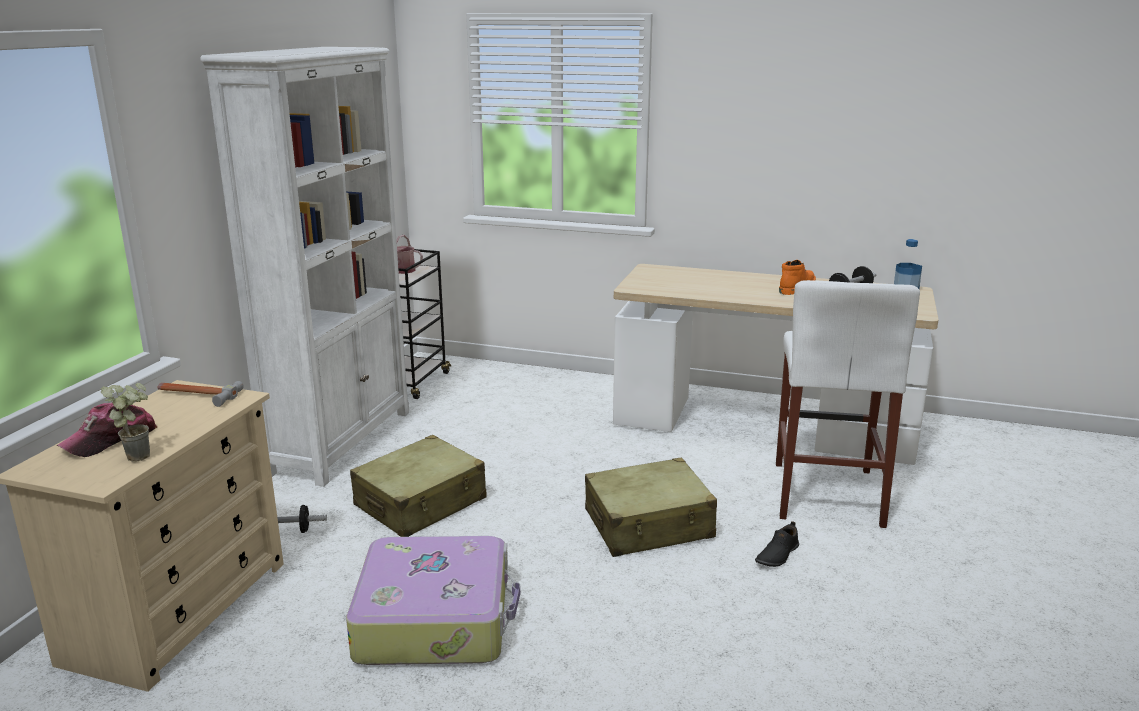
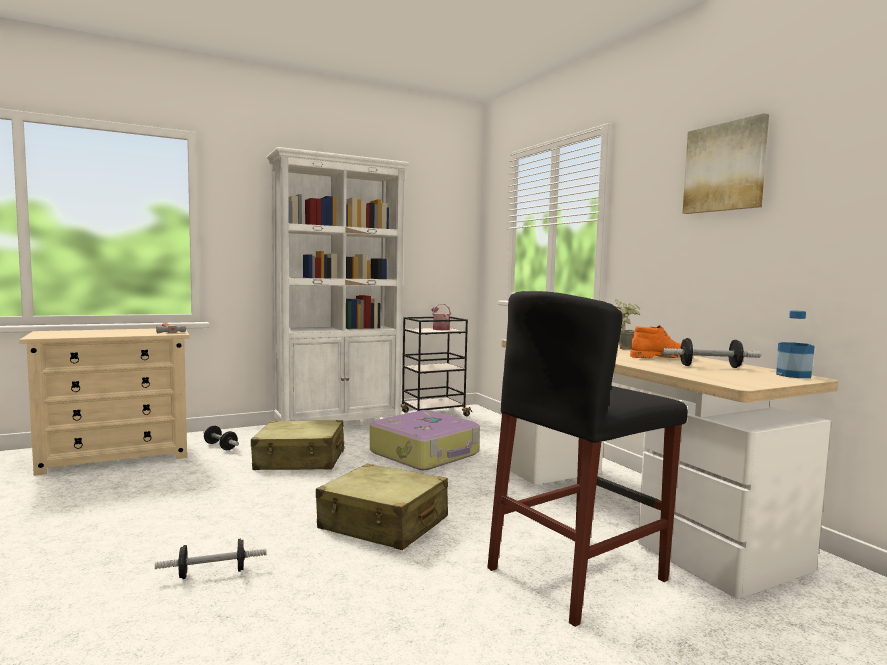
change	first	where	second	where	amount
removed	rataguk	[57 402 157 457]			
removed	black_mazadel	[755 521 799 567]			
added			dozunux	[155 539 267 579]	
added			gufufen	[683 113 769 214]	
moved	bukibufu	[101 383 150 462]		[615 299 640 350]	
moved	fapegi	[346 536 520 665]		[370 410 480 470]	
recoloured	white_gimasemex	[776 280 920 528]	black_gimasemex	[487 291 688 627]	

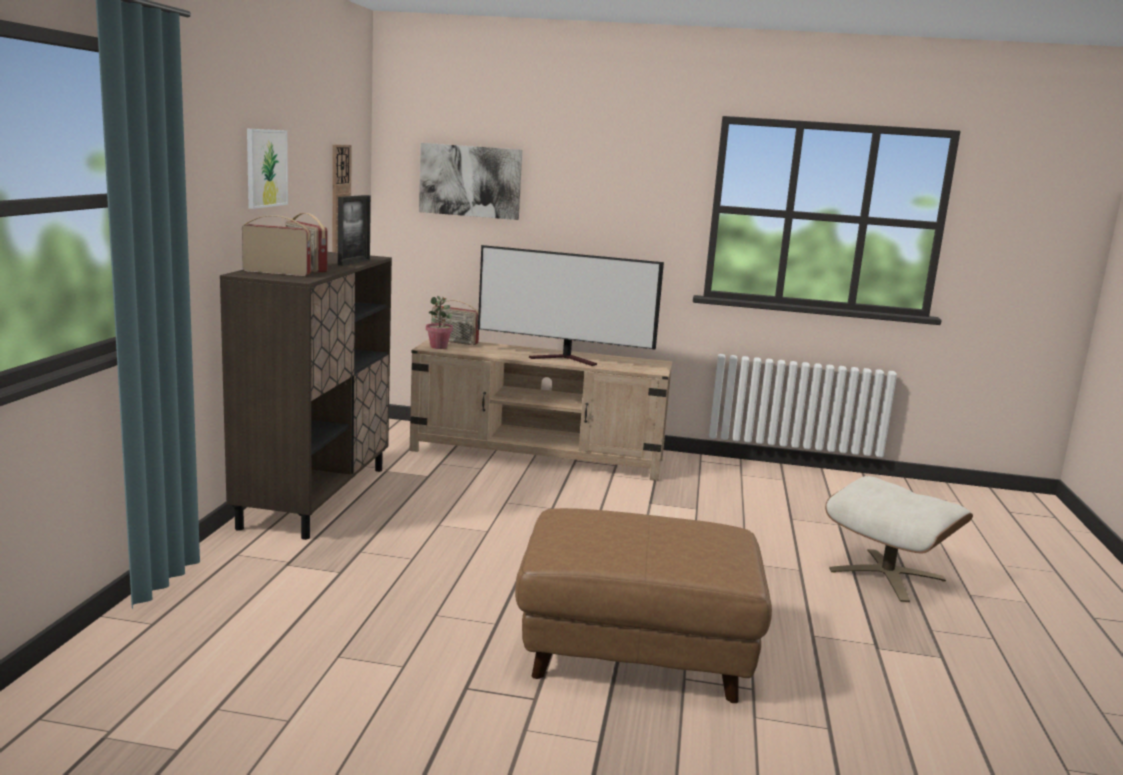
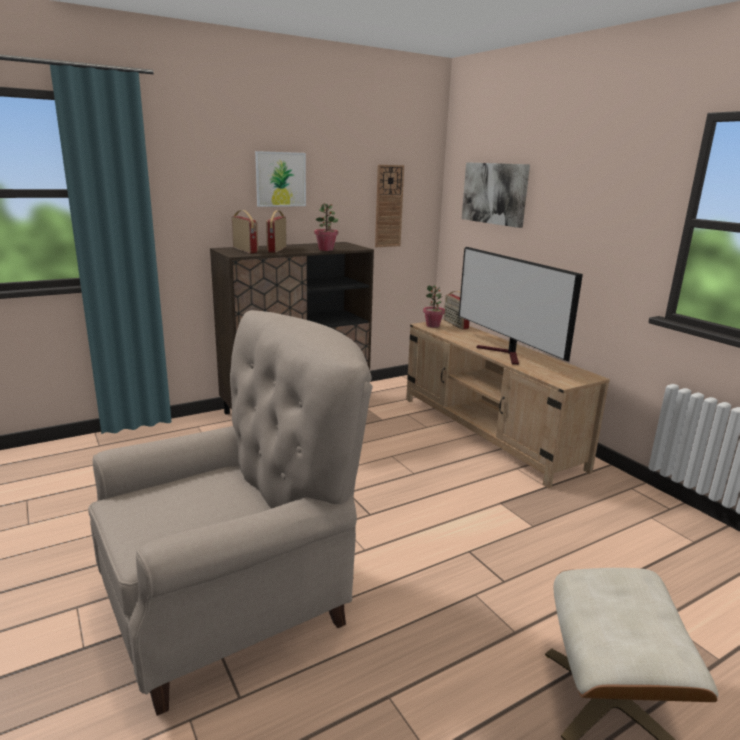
change	first	where	second	where	amount
replaced	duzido	[338 195 371 266]	bukibufu	[314 203 338 251]	
replaced	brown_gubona	[515 508 772 703]	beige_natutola	[88 310 373 716]	

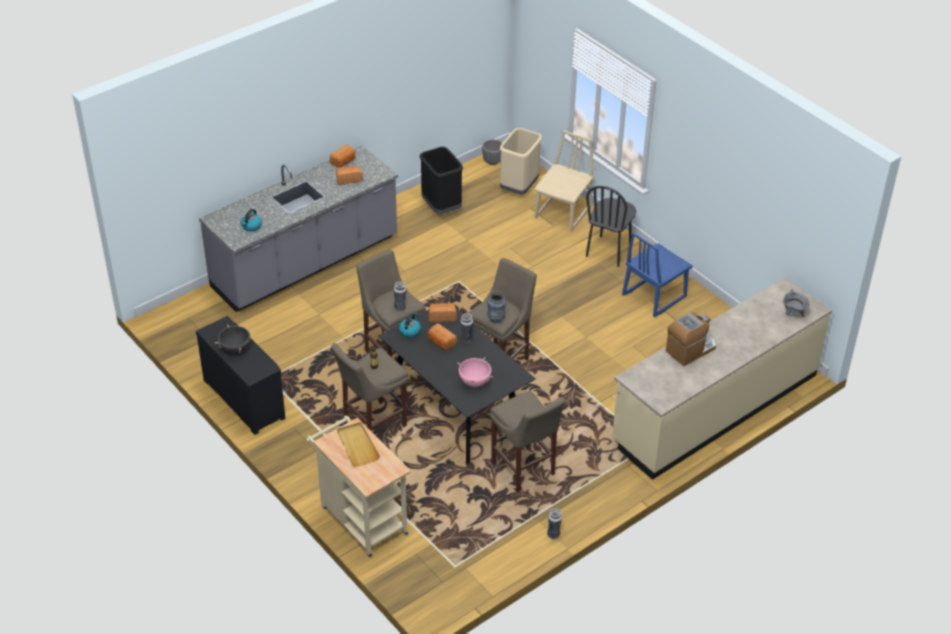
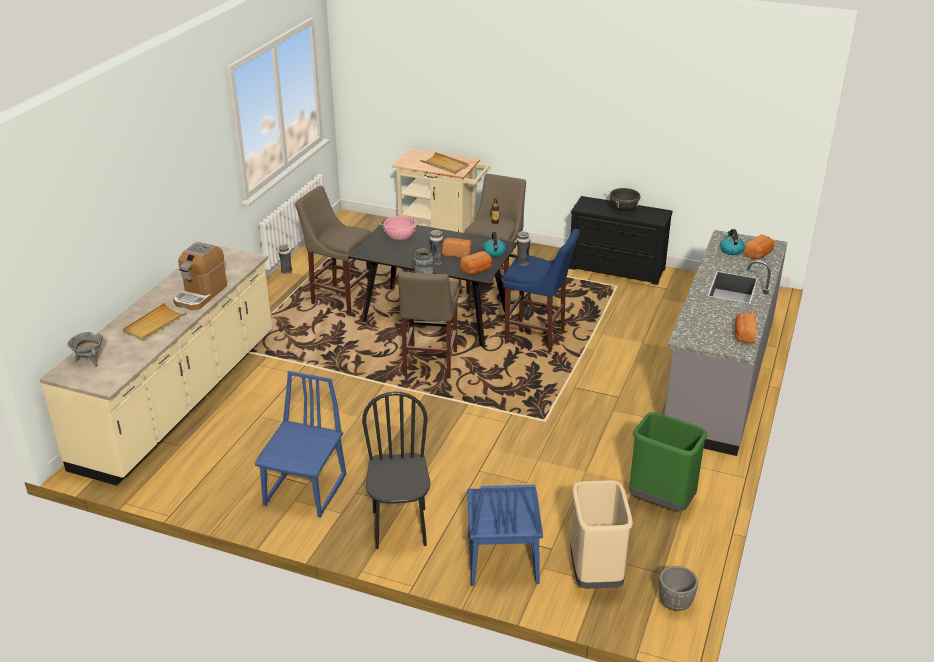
change	first	where	second	where	amount
added			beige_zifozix	[123 303 187 341]	
moved	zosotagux	[336 166 363 185]		[744 234 775 259]	
recoloured	beige_gimasemex	[356 250 426 357]	blue_gimasemex	[503 229 580 353]	
recoloured	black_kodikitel	[420 147 463 214]	green_kodikitel	[629 412 707 511]	
recoloured	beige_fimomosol	[534 130 594 231]	blue_fimomosol	[467 485 543 586]	

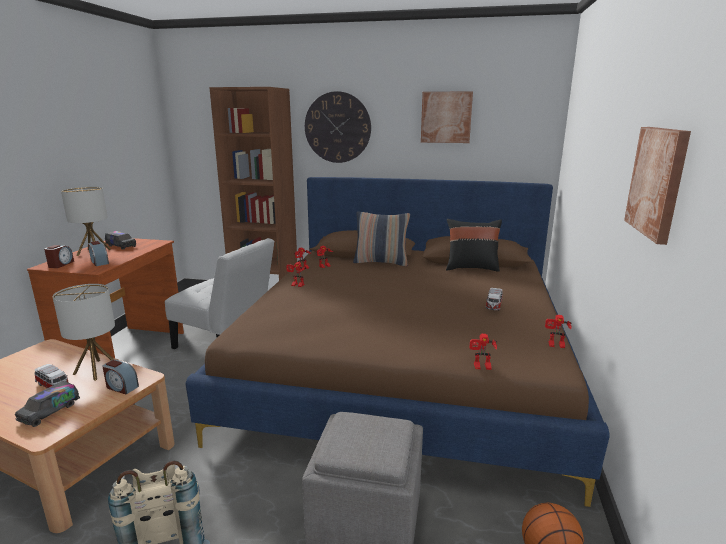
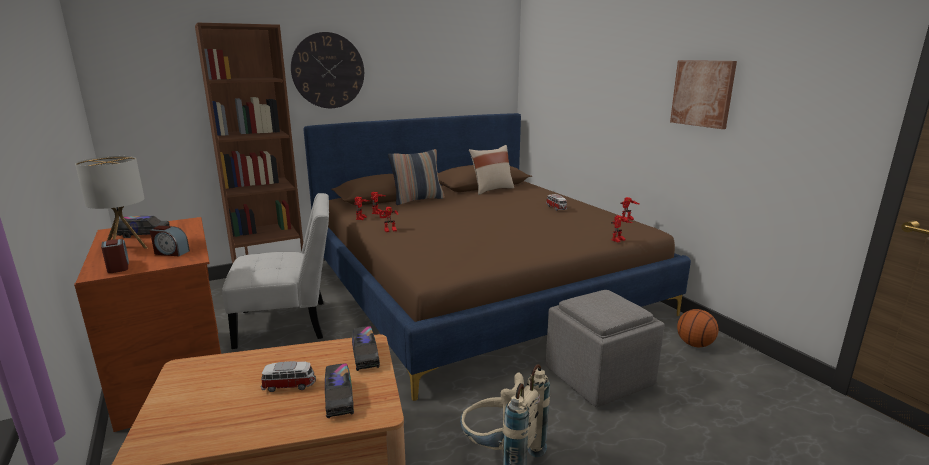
change	first	where	second	where	amount
removed	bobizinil	[53 284 115 381]			
removed	gufufen	[421 91 473 143]			
replaced	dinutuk	[102 359 139 394]	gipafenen	[352 326 380 371]	
recoloured	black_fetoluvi	[446 219 502 271]	beige_fetoluvi	[469 145 514 195]	

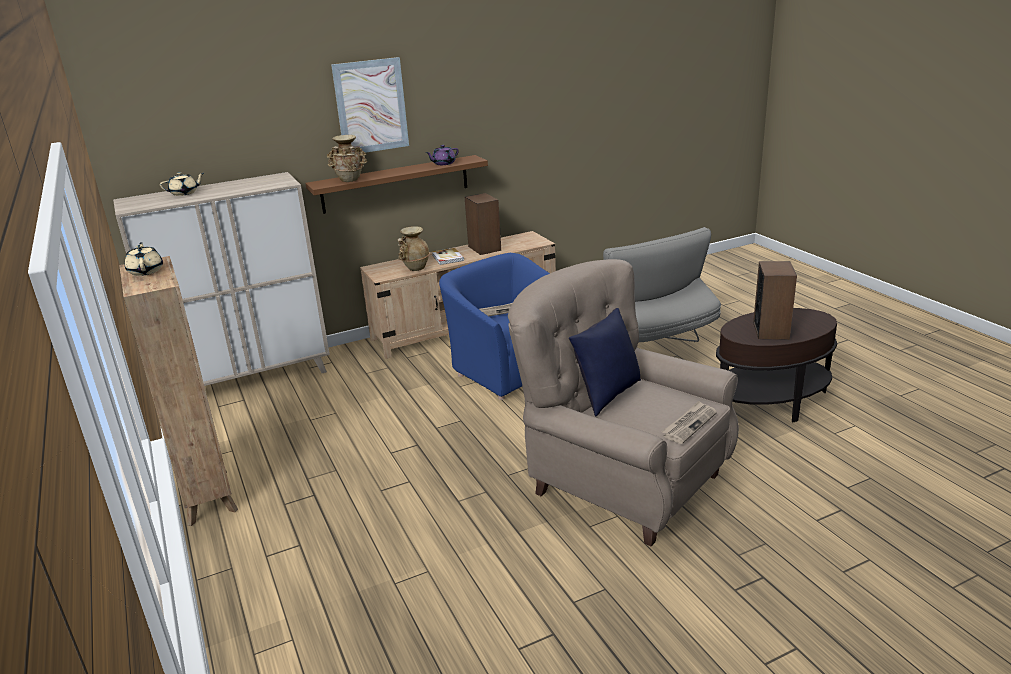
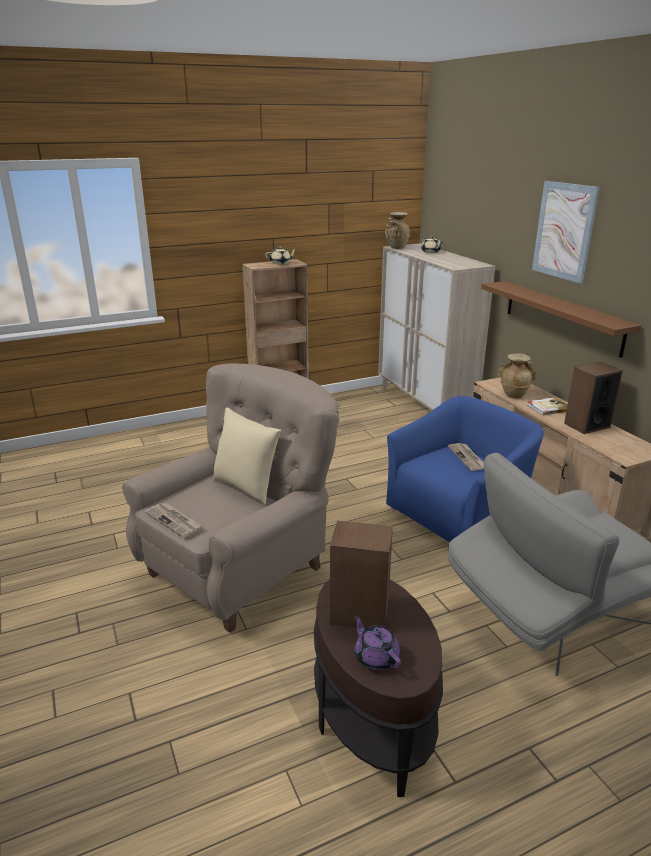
change	first	where	second	where	amount
moved	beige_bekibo	[327 135 367 182]		[385 212 410 249]	
moved	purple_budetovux	[426 145 459 165]		[354 615 401 670]	
recoloured	blue_fetoluvi	[569 308 641 417]	beige_fetoluvi	[213 408 281 505]	

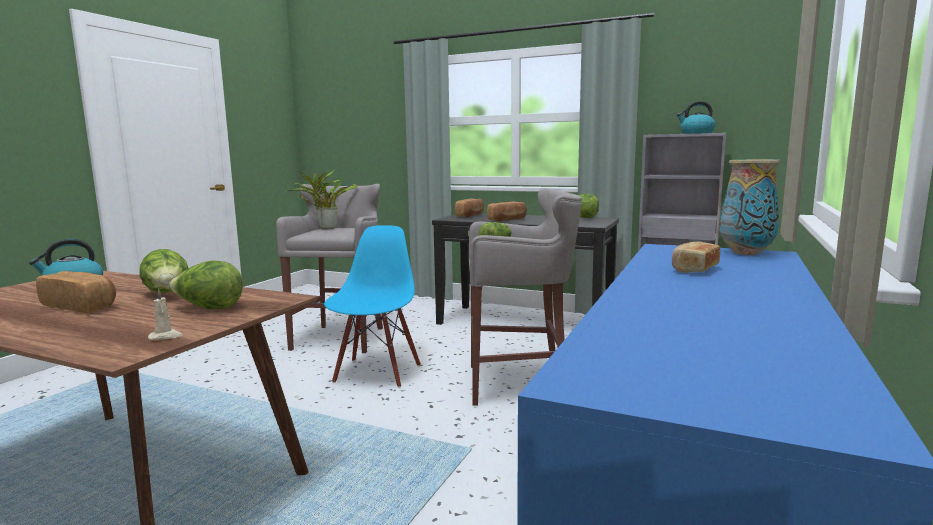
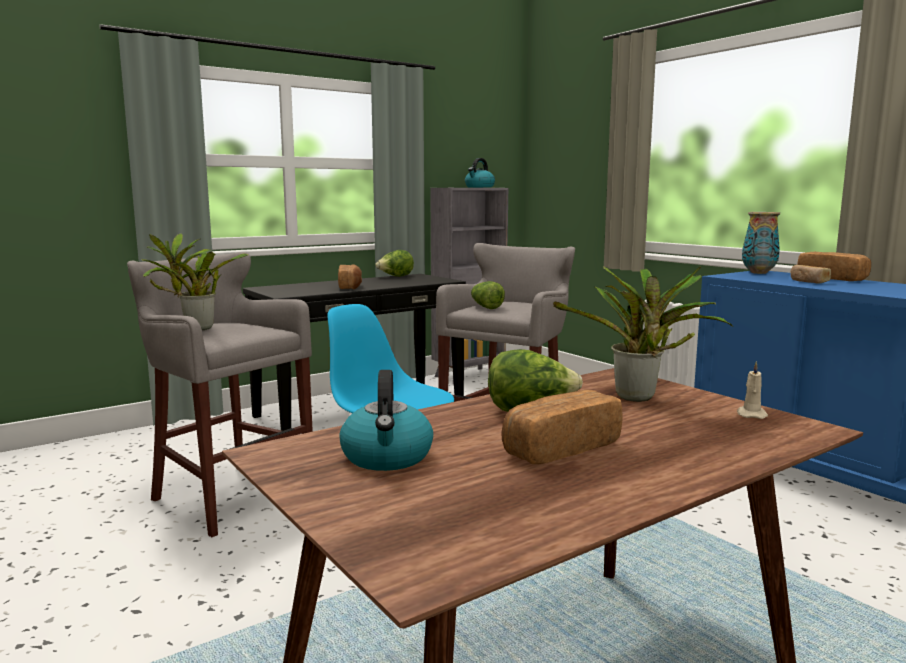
change	first	where	second	where	amount
moved	zosotagux	[455 199 484 217]		[797 252 871 281]	
replaced	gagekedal	[169 260 243 309]	bukibufu	[553 266 734 402]	

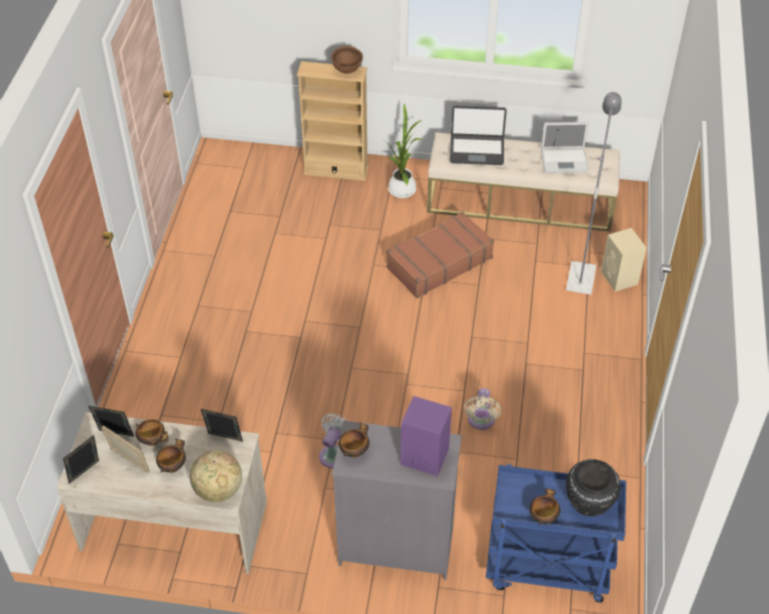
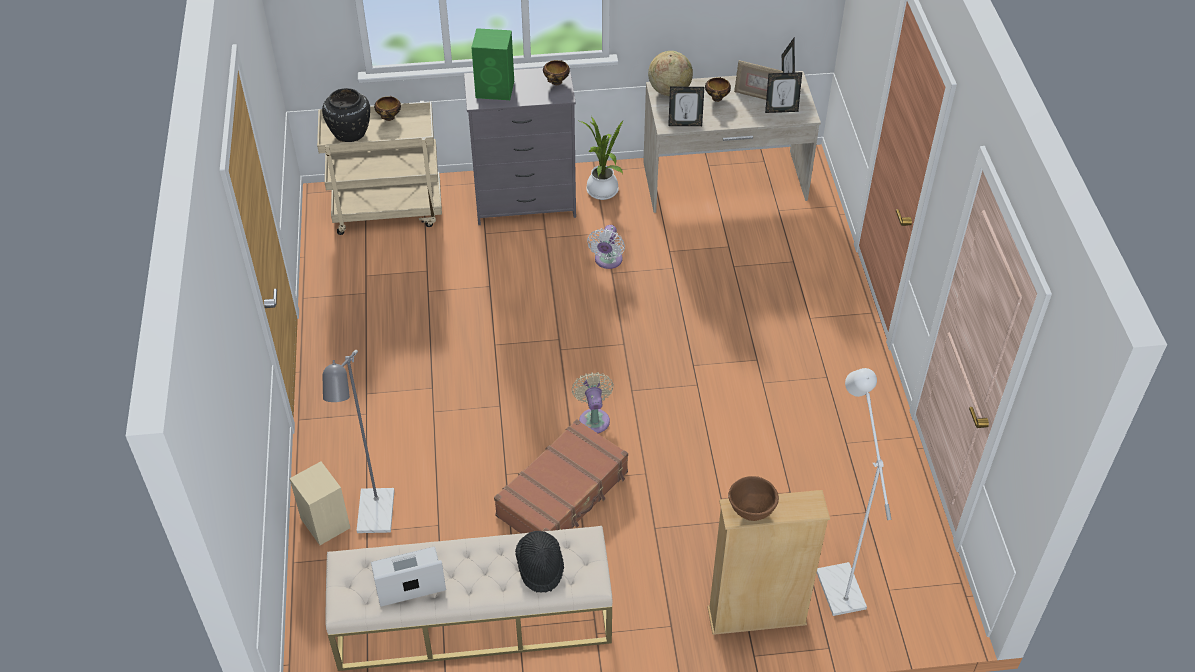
change	first	where	second	where	amount
removed	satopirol	[135 419 168 446]			
added			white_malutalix	[817 368 891 616]	
moved	bukibufu	[388 104 423 198]		[580 116 623 200]	
moved	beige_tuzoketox	[463 388 501 430]		[572 372 614 433]	
replaced	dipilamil	[450 106 507 165]	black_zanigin	[515 531 564 593]	
recoloured	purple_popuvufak	[400 396 452 476]	green_popuvufak	[471 28 514 100]	
recoloured	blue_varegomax	[486 464 626 603]	beige_varegomax	[317 101 442 235]	

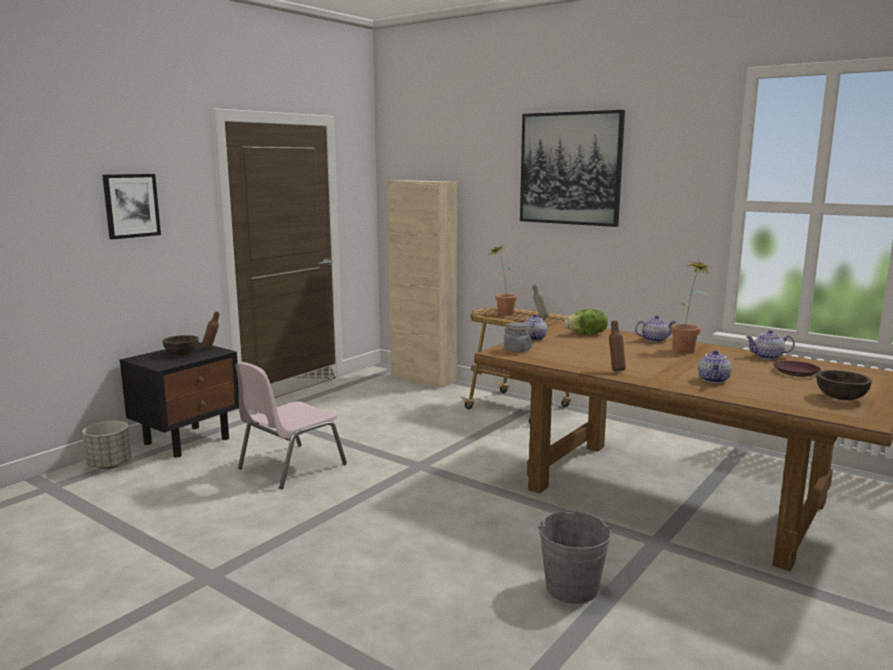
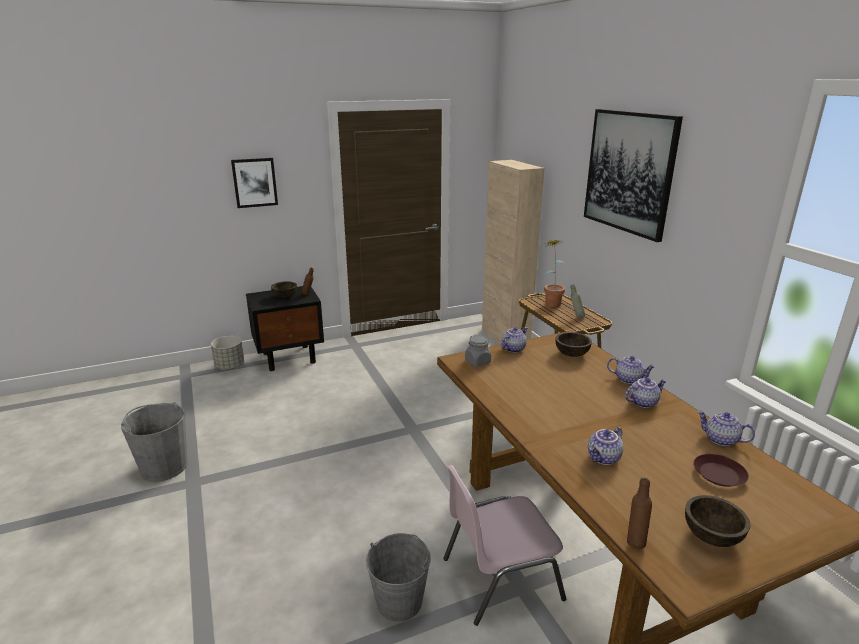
change	first	where	second	where	amount
added			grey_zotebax	[121 402 188 482]	
moved	pink_fimomosol	[235 362 347 489]		[443 465 566 626]	
moved	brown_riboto	[609 321 626 371]		[627 478 652 549]	
replaced	gagekedal	[564 309 608 334]	brown_satopirol	[555 332 592 357]	
replaced	bukibufu	[670 261 711 354]	budetovux	[625 378 666 408]	

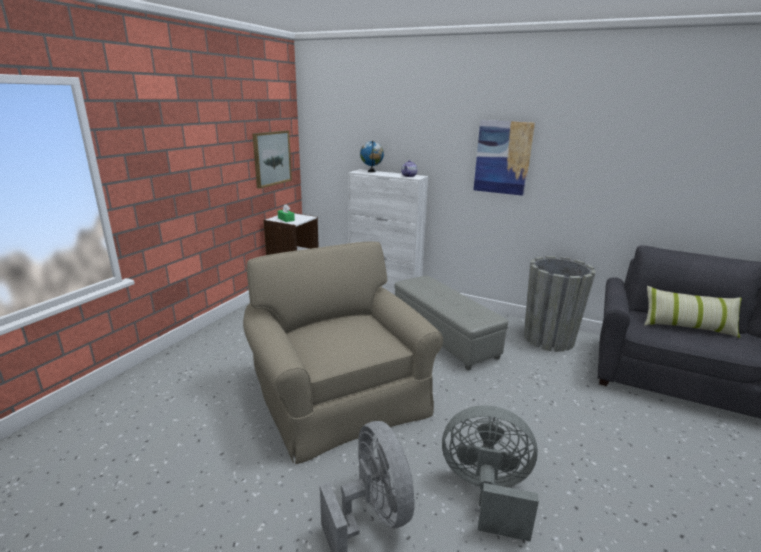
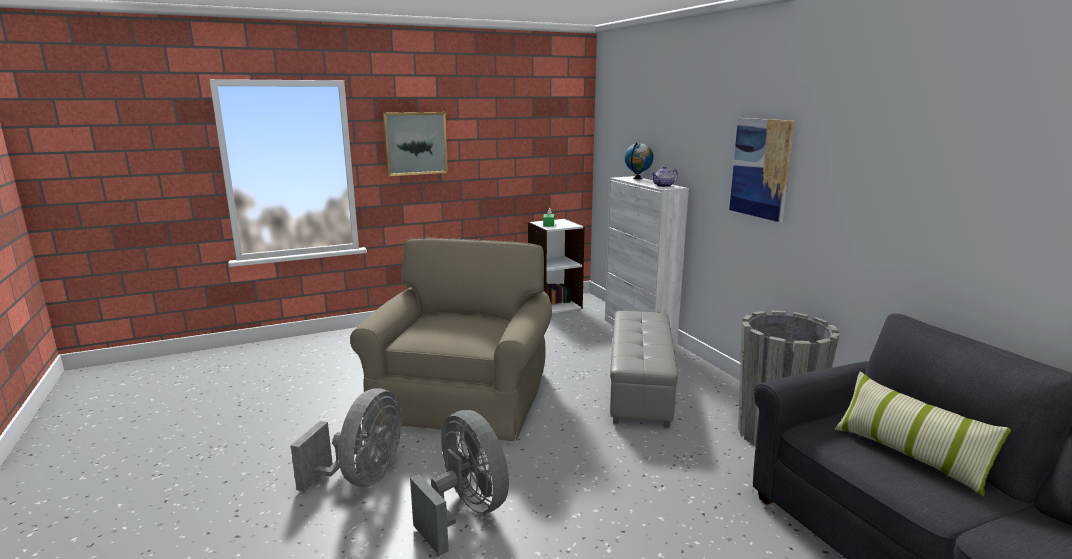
change	first	where	second	where	amount
moved	gufufen	[252 130 292 189]		[383 112 448 176]	

